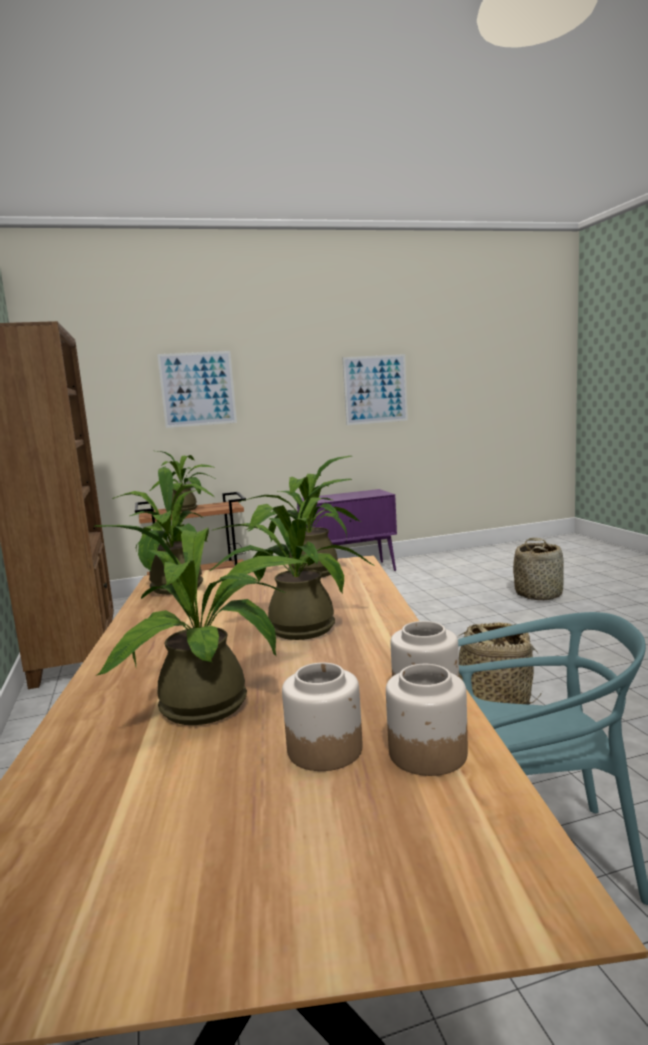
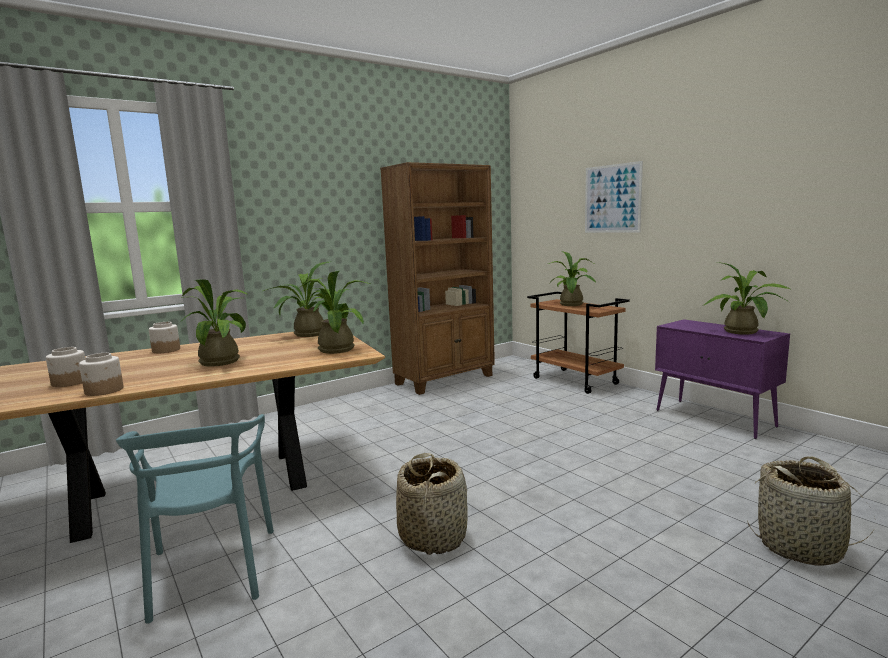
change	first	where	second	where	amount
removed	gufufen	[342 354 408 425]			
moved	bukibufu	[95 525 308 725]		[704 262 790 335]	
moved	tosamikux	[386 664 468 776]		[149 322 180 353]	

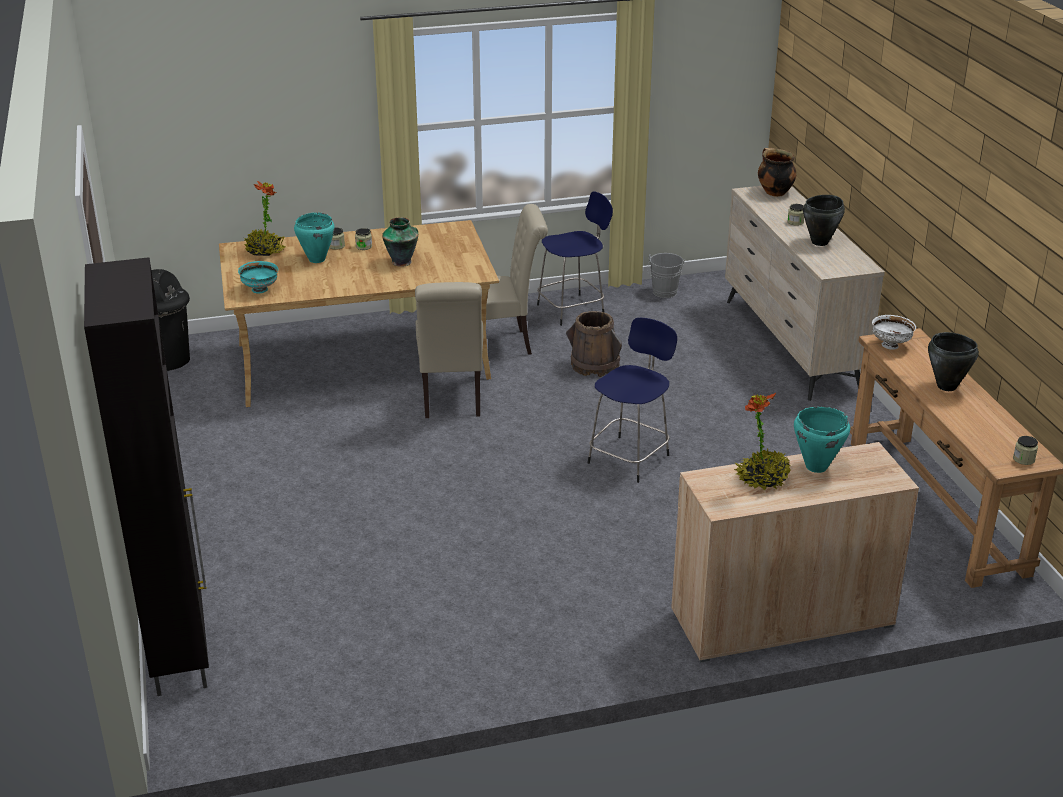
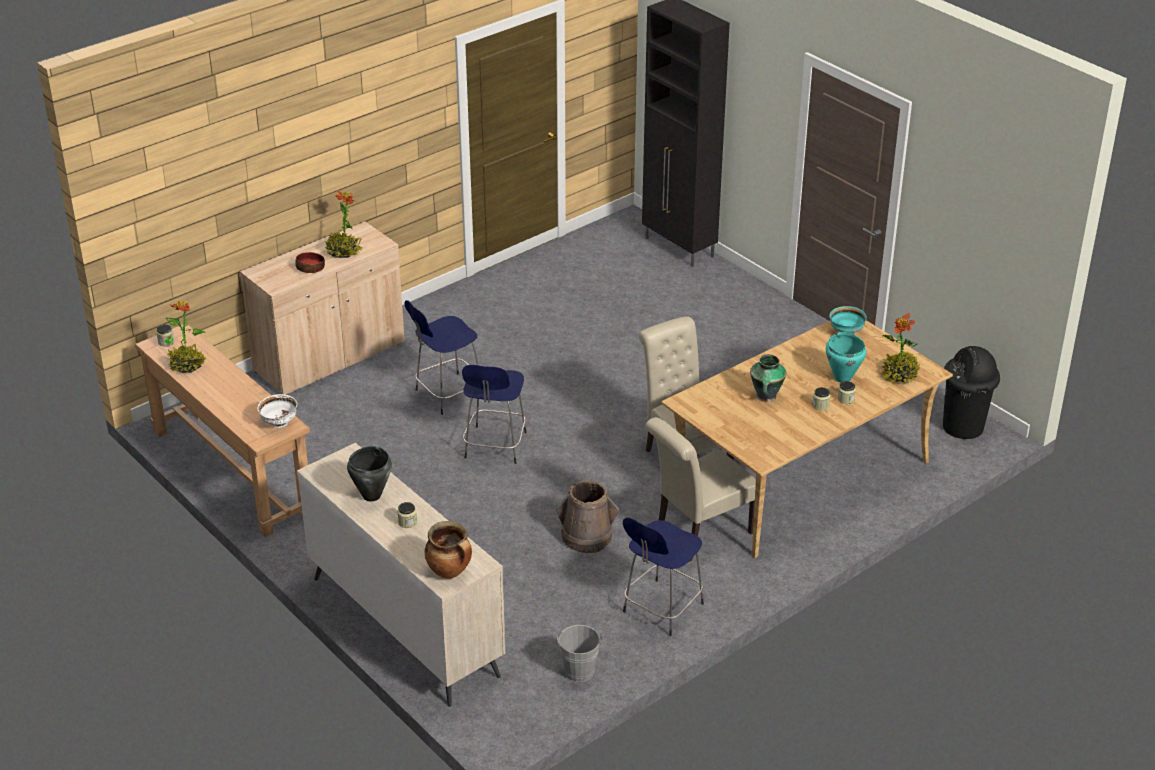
change	first	where	second	where	amount
removed	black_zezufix	[928 332 979 391]			
added			bukibufu	[166 301 206 373]	
added			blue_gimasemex	[404 300 478 415]	
replaced	turquoise_zezufix	[794 407 850 473]	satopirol	[295 252 325 273]	

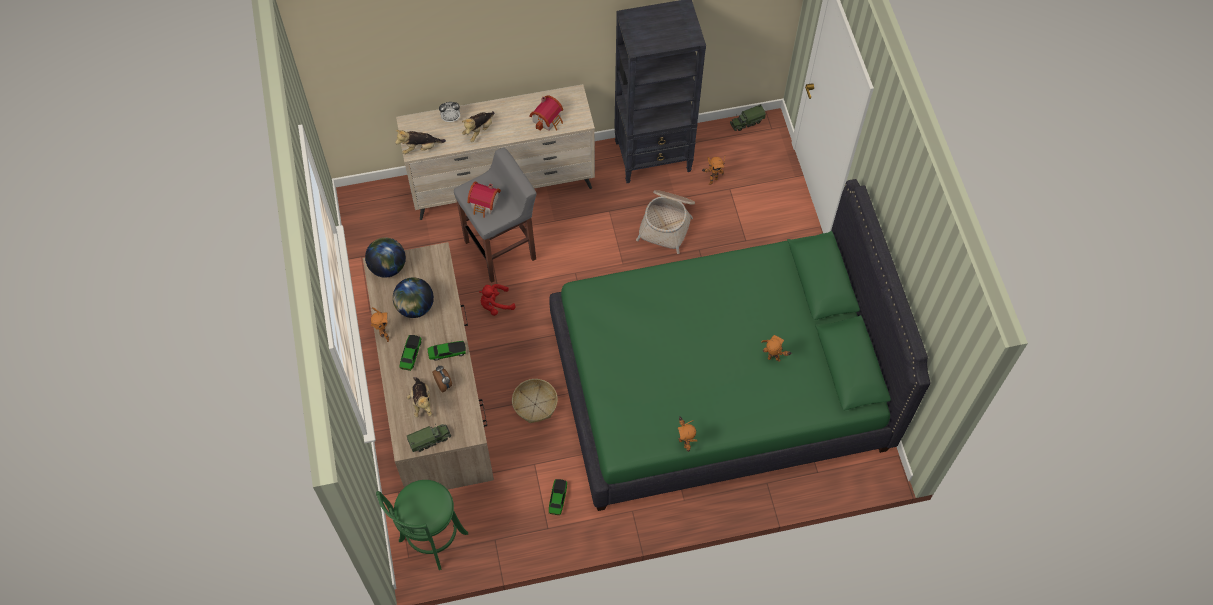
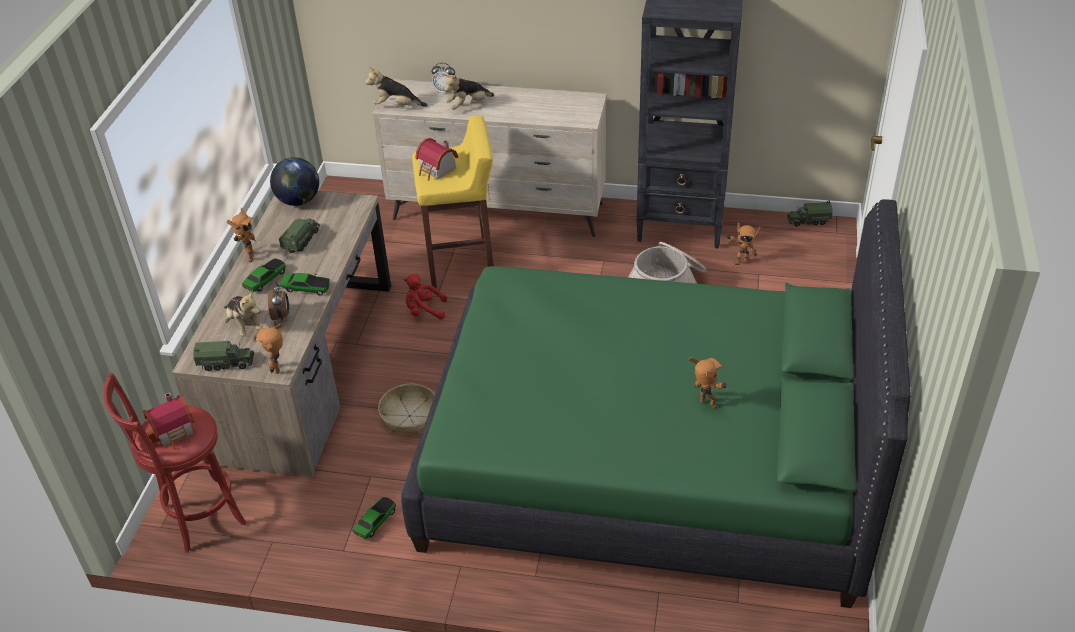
change	first	where	second	where	amount
moved	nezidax	[529 95 563 131]		[142 393 194 450]	
moved	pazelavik	[678 416 698 452]		[256 322 284 374]	
replaced	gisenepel	[393 277 434 318]	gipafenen	[279 218 320 253]	
recoloured	green_gimasemex	[376 480 468 570]	red_gimasemex	[103 373 247 553]	
recoloured	grey_gimasemex	[454 148 536 283]	yellow_gimasemex	[412 115 494 288]	
turned	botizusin	[407 377 432 418]		[223 291 263 337]	45 degrees counterclockwise

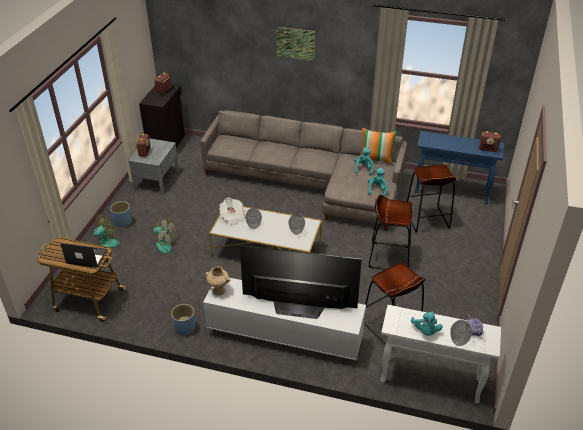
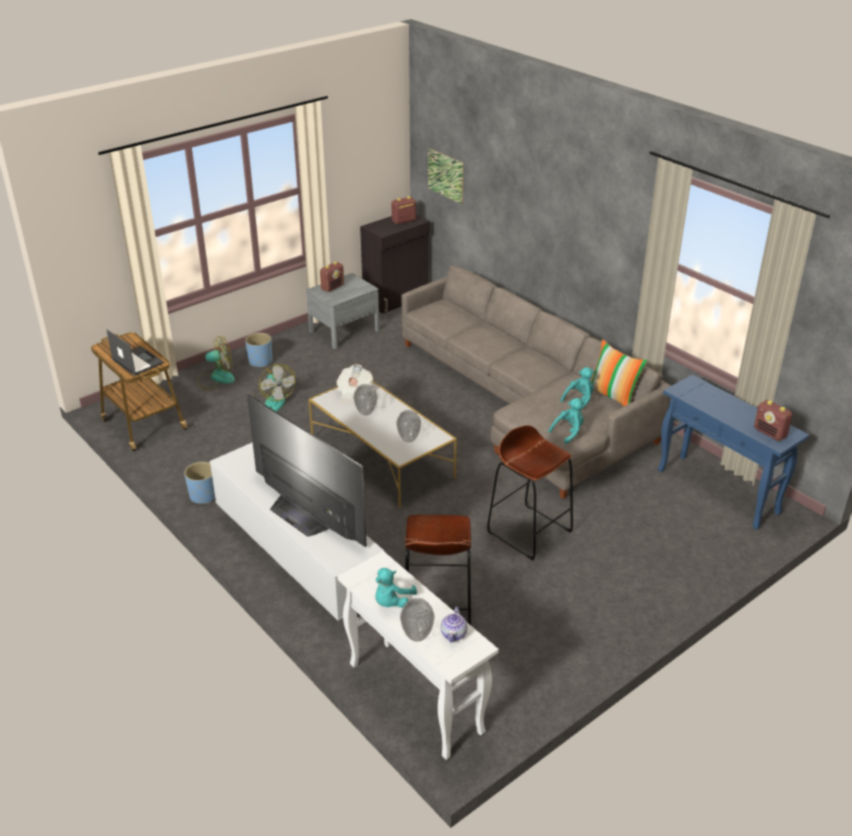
change	first	where	second	where	amount
removed	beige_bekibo	[204 266 230 295]			
removed	brown_gimasemex	[407 165 456 233]			
moved	gufufen	[276 27 315 61]		[428 148 464 204]	

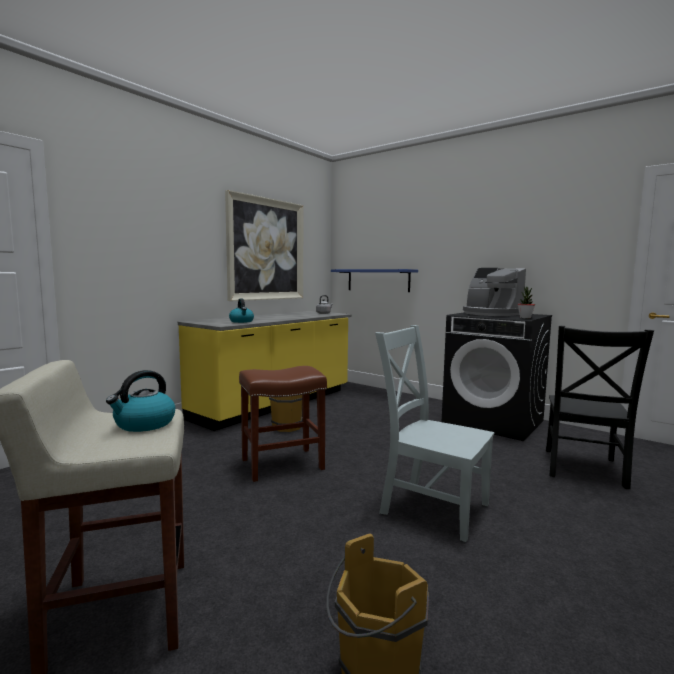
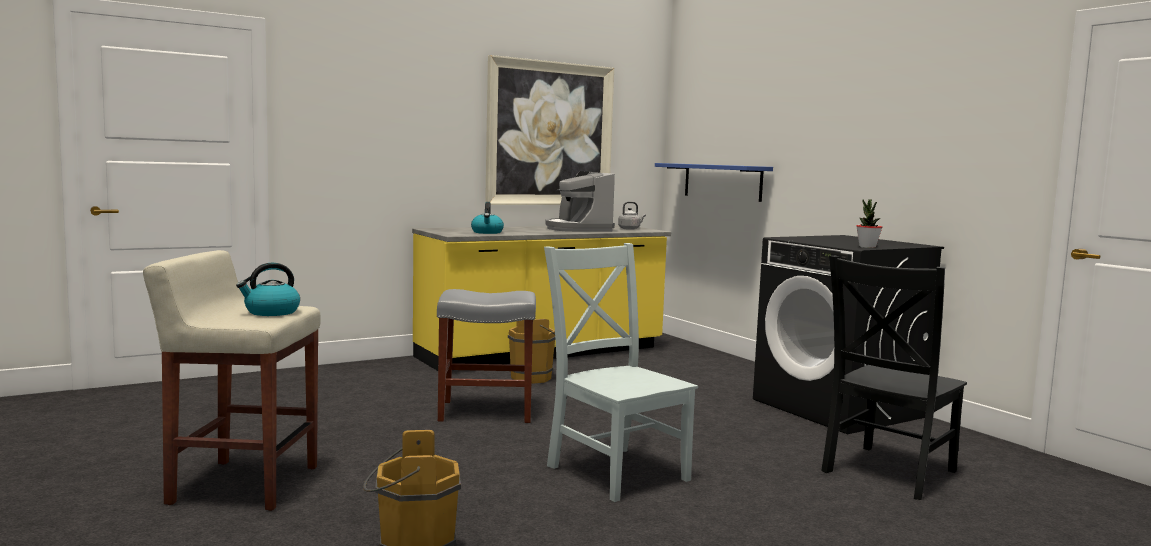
change	first	where	second	where	amount
moved	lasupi	[463 268 526 316]		[545 171 615 232]	
recoloured	brown_gimasemex	[239 366 327 482]	grey_gimasemex	[437 289 536 423]	

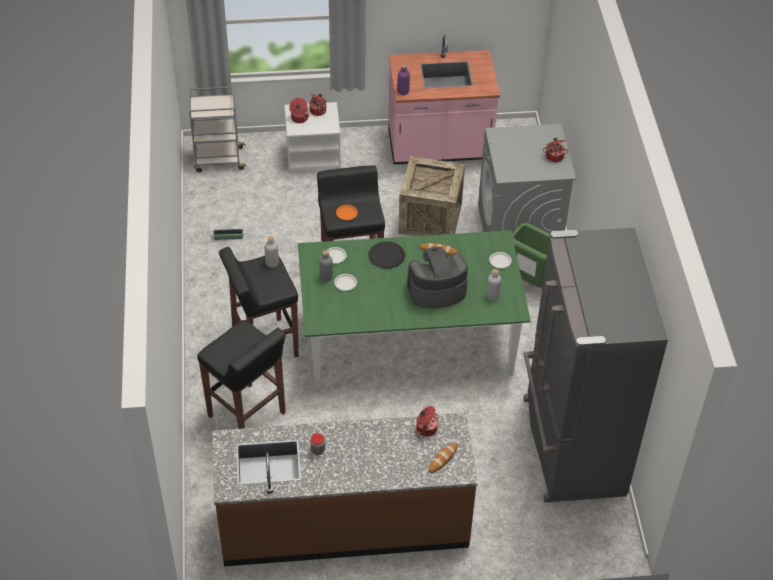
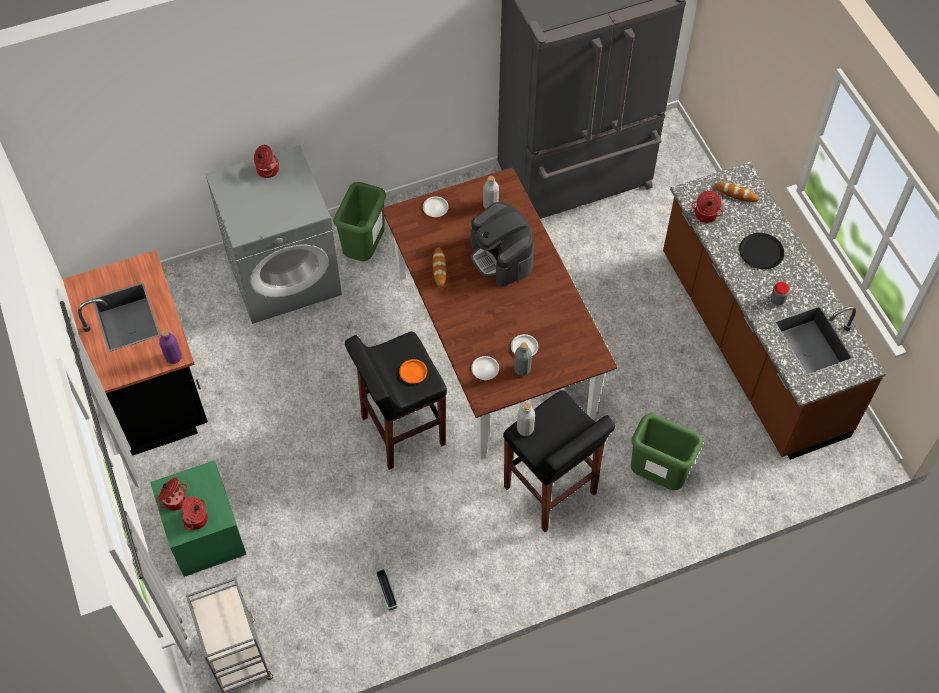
change	first	where	second	where	amount
removed	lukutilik	[398 156 465 236]			
moved	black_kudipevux	[368 241 405 269]		[739 233 784 269]	
replaced	black_gimasemex	[197 320 286 429]	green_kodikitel	[631 414 703 490]	
recoloured	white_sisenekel	[285 102 341 174]	green_sisenekel	[150 460 247 577]	
recoloured	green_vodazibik	[298 230 531 389]	brown_vodazibik	[382 168 617 460]	
recoloured	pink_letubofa	[388 35 500 164]	black_letubofa	[63 250 208 456]	

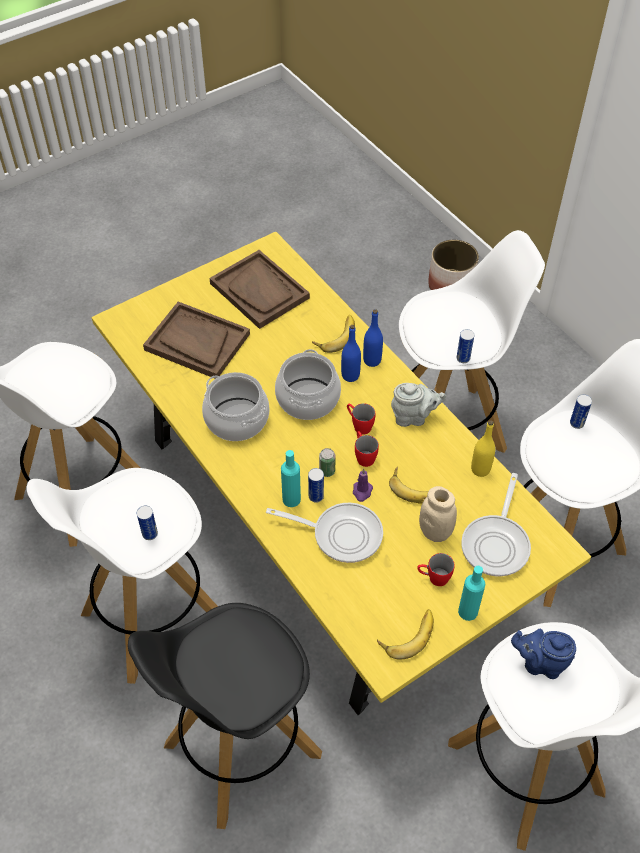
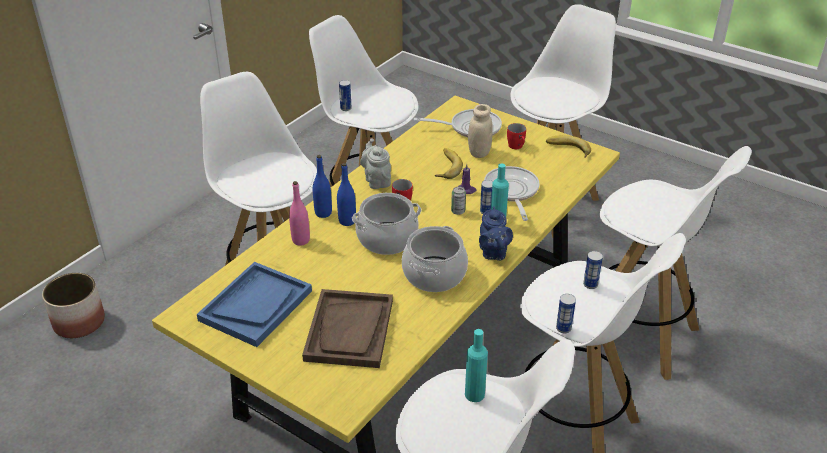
change	first	where	second	where	amount
removed	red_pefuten	[355 431 379 467]			
removed	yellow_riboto	[471 420 495 477]			
moved	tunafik	[456 329 474 363]		[556 294 576 333]	
moved	turquoise_riboto	[458 566 485 621]		[465 329 488 402]	
moved	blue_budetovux	[511 629 576 679]		[479 206 513 260]	
replaced	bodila	[312 315 355 353]	pink_riboto	[289 181 310 246]	
recoloured	black_gimasemex	[128 603 322 829]	white_gimasemex	[600 146 752 380]	
recoloured	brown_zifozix	[209 250 310 329]	blue_zifozix	[197 262 312 347]	

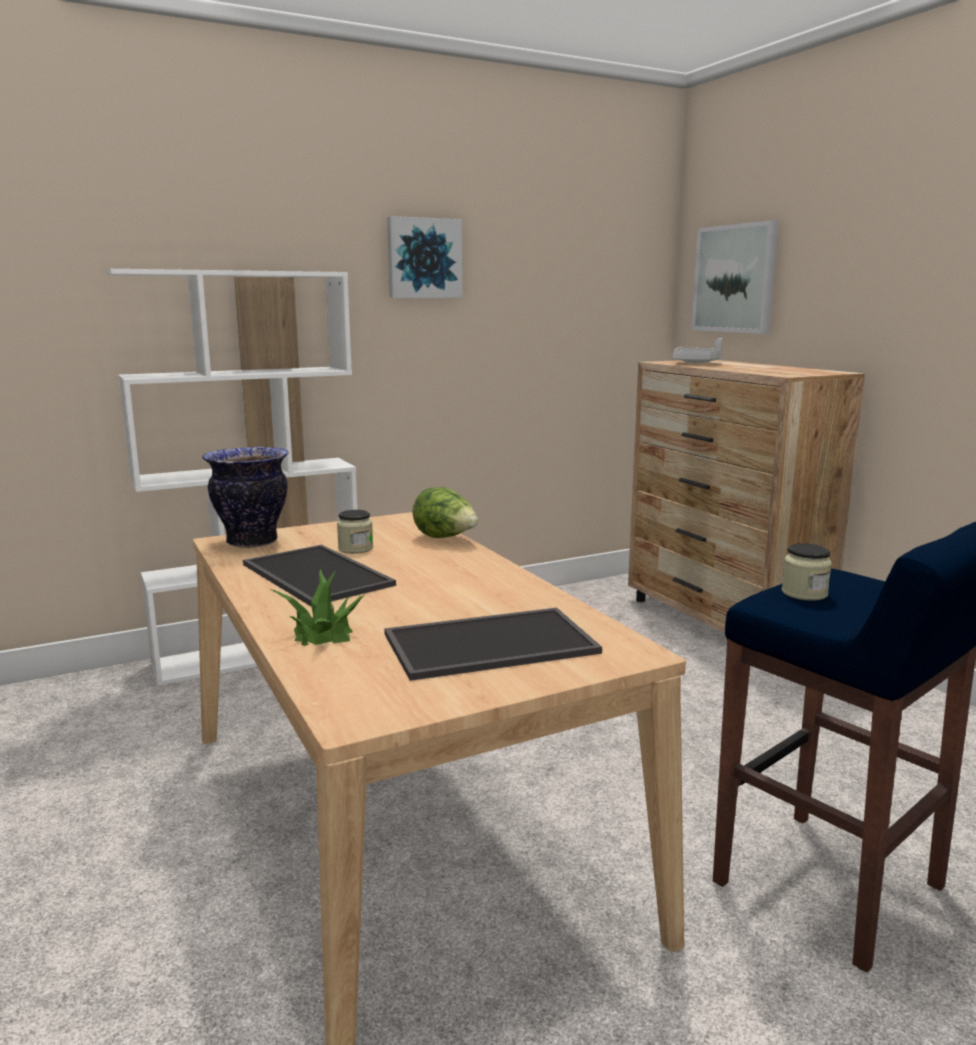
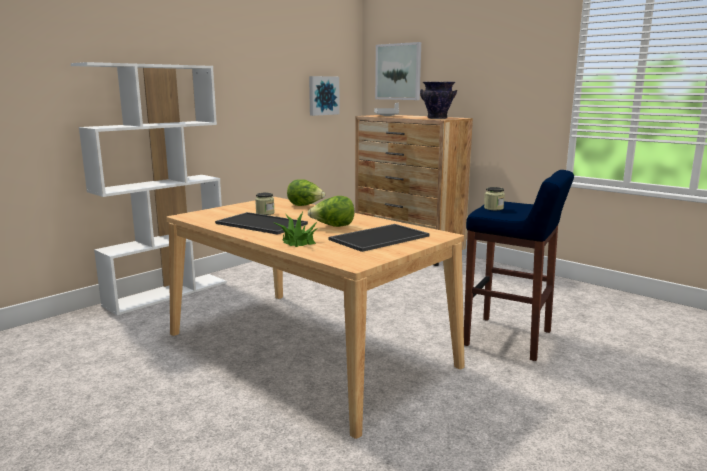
change	first	where	second	where	amount
added			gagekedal	[308 196 354 227]	
moved	bekibo	[203 446 289 548]		[420 82 457 119]	
moved	gufufen	[387 216 462 298]		[309 76 340 116]	

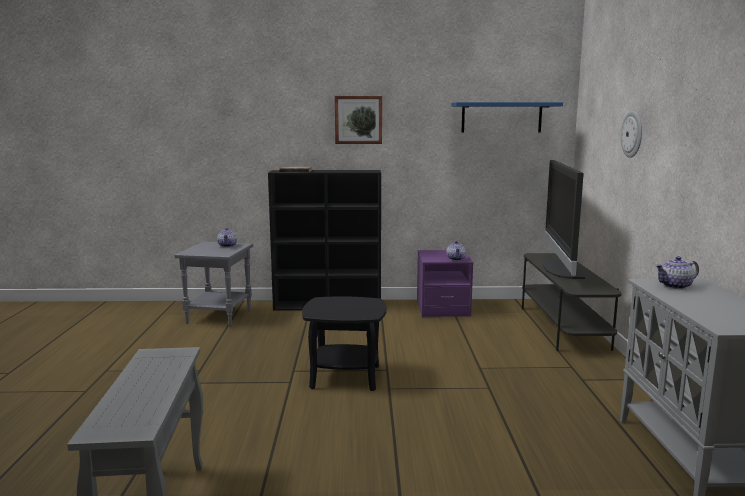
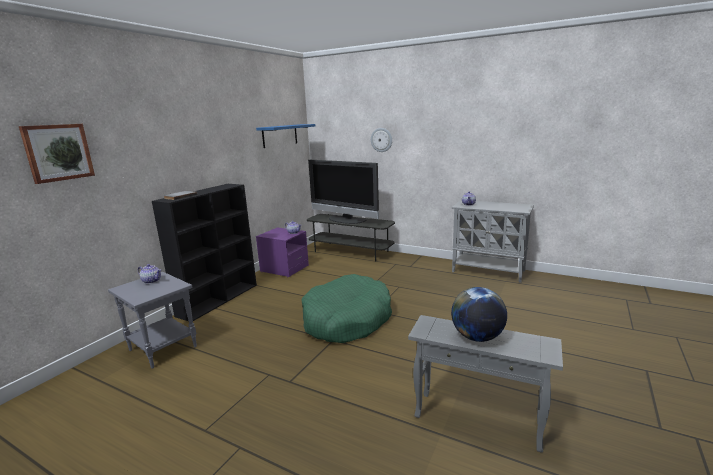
change	first	where	second	where	amount
added			gisenepel	[451 287 507 342]	
moved	gufufen	[335 96 382 144]		[19 124 95 184]	
replaced	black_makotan	[302 296 387 391]	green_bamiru	[301 274 392 343]	

